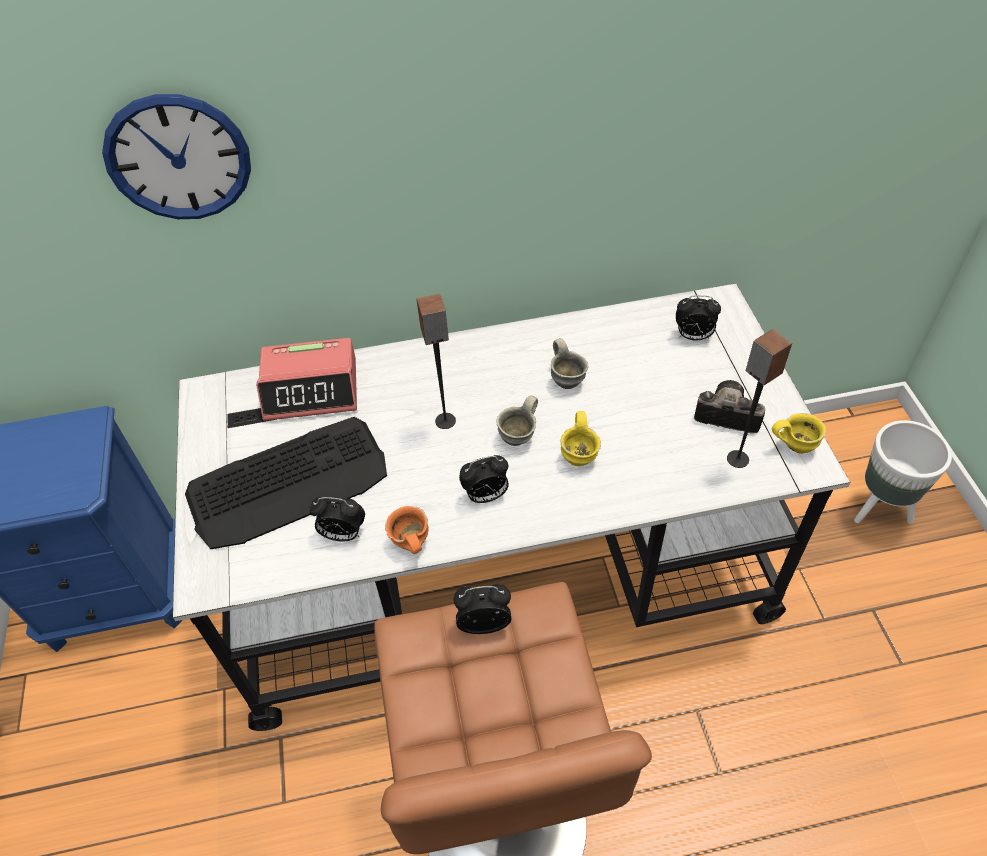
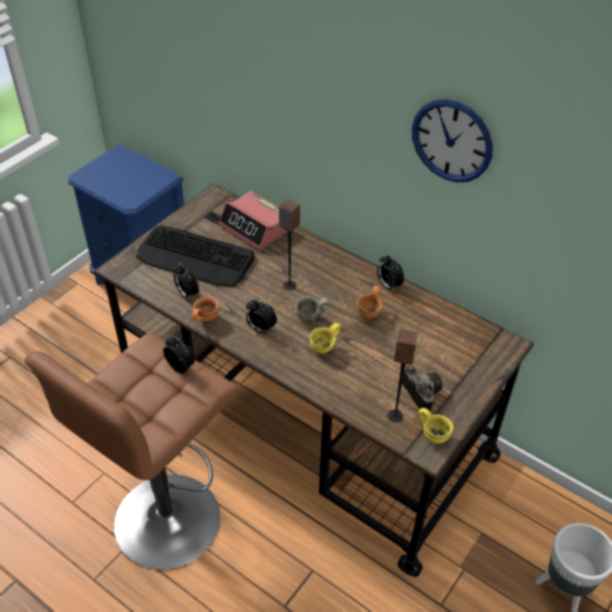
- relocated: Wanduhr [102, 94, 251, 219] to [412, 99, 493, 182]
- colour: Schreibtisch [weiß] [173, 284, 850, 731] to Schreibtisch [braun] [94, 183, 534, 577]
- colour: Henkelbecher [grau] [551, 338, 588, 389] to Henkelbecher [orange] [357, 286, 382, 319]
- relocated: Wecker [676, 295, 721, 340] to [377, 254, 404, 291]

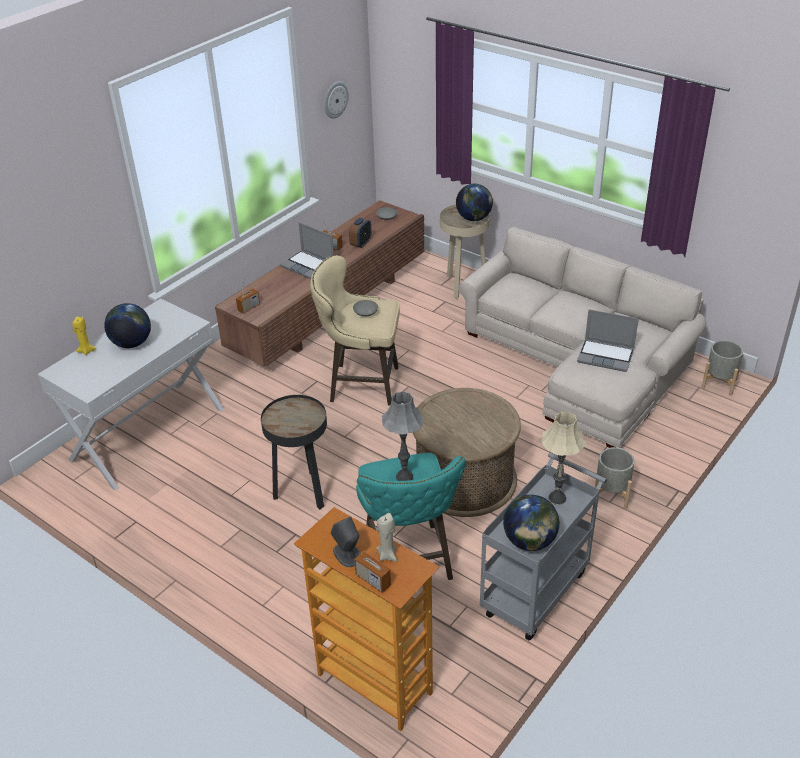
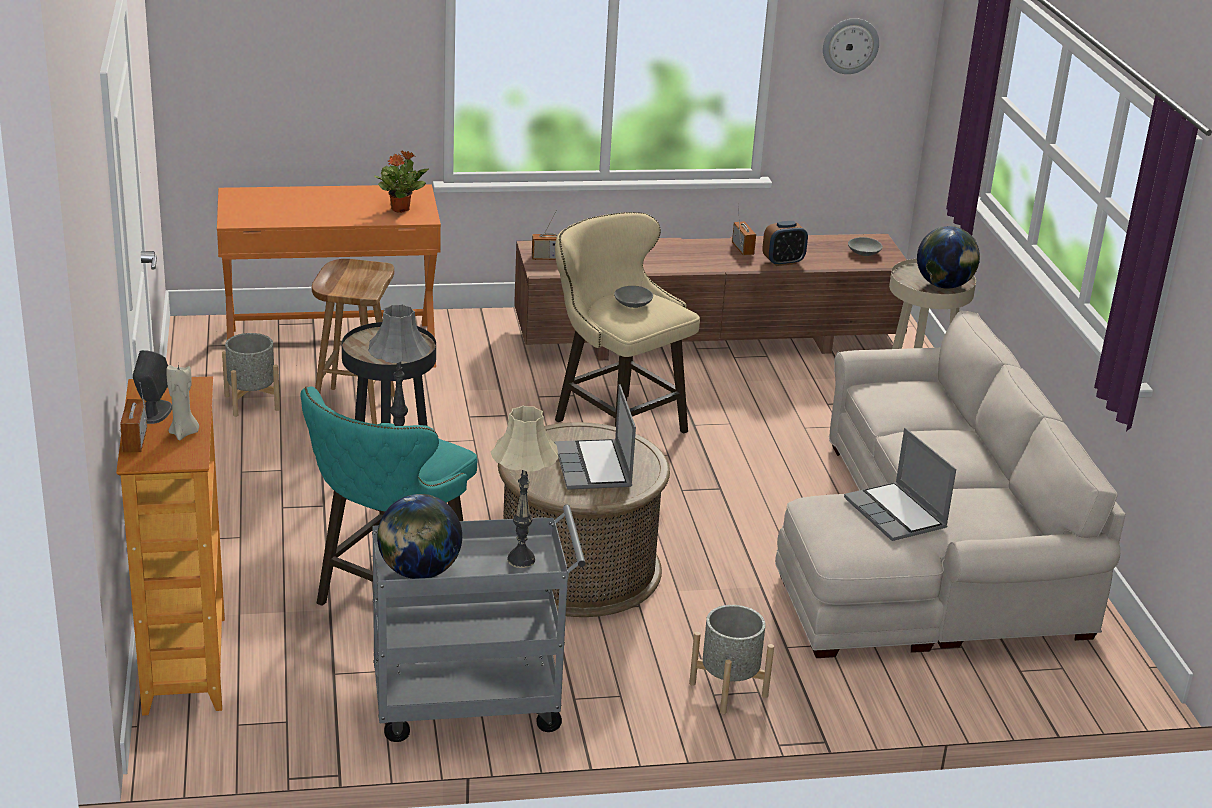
- colour: Konsolentisch [weiß] [38, 299, 224, 491] to Konsolentisch [orange] [217, 184, 441, 368]
- missing: Kerze [gelb] [72, 316, 96, 355]
- missing: Globus [104, 303, 151, 348]
- relocated: Laptop [280, 223, 334, 279] to [555, 384, 636, 490]
- relocated: Pflanzkübel [grau] [701, 340, 743, 396] to [222, 333, 280, 417]
- appeared: Hocker [braun] [312, 259, 395, 424]
- appeared: Topfpflanze [375, 151, 429, 213]

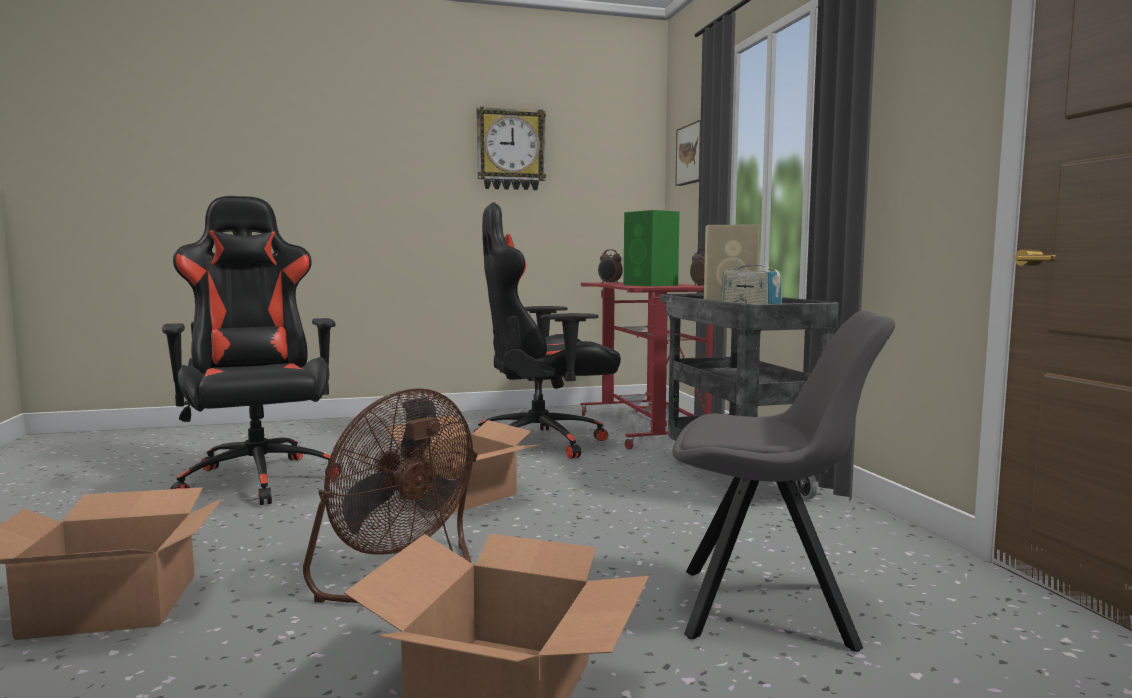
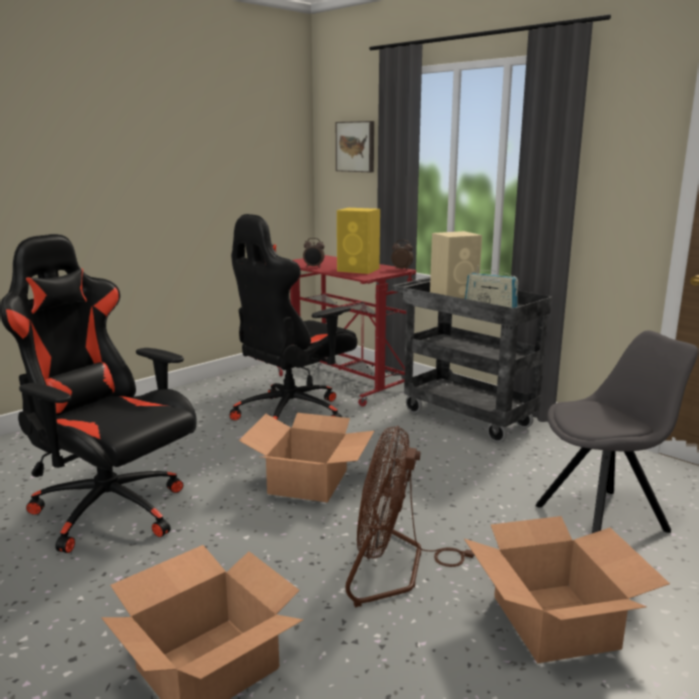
- missing: Wanduhr [476, 106, 546, 190]
- colour: Lautsprecher [grün] [624, 210, 680, 286] to Lautsprecher [gelb] [337, 208, 380, 274]

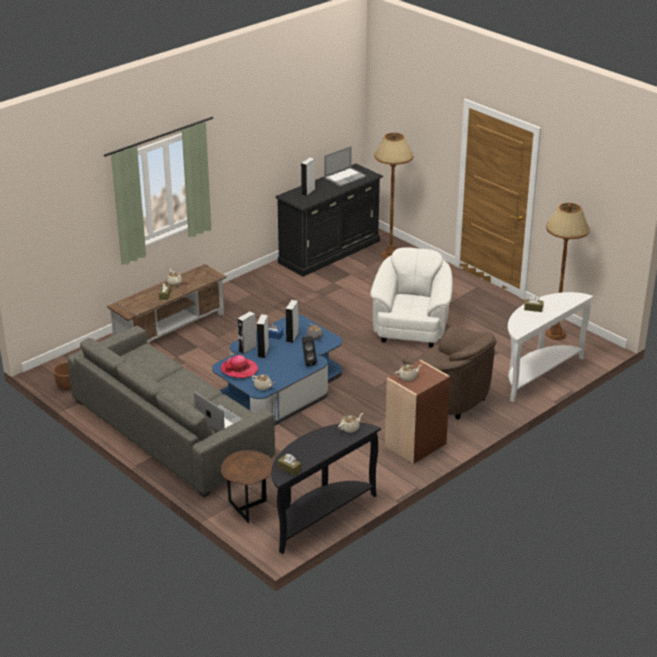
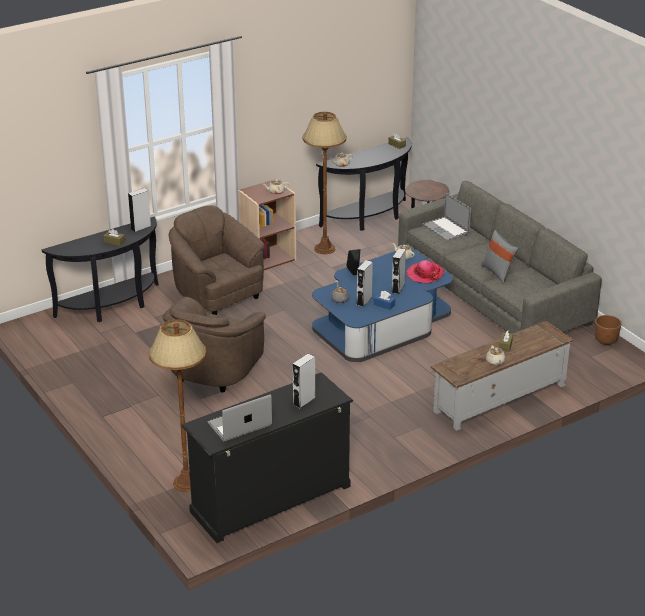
- relocated: Lautsprecher [grau] [237, 311, 257, 354] to [128, 188, 151, 232]
- colour: Sessel [weiß] [370, 247, 452, 347] to Sessel [braun] [162, 297, 266, 393]
- colour: Konsolentisch [weiß] [508, 292, 594, 402] to Konsolentisch [schwarz] [42, 217, 159, 322]
- relocated: Stehlampe [braun] [546, 203, 590, 340] to [302, 112, 347, 254]
- appeared: Kissen [grau] [481, 230, 519, 284]

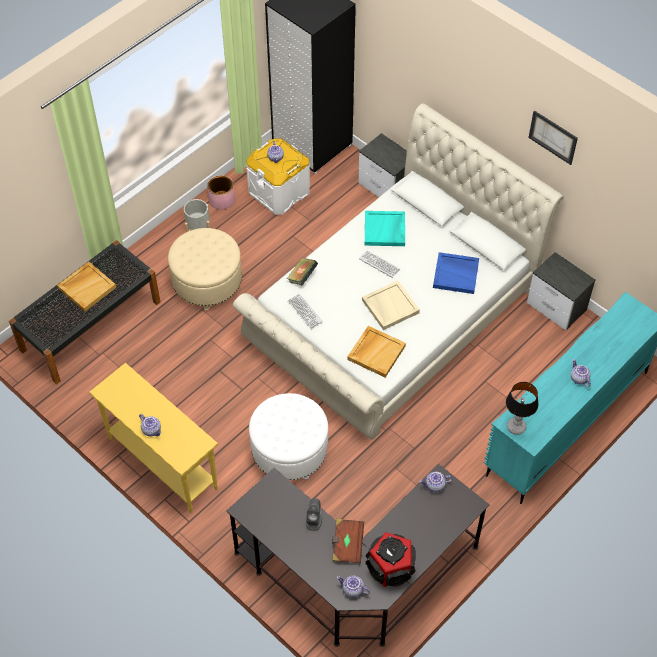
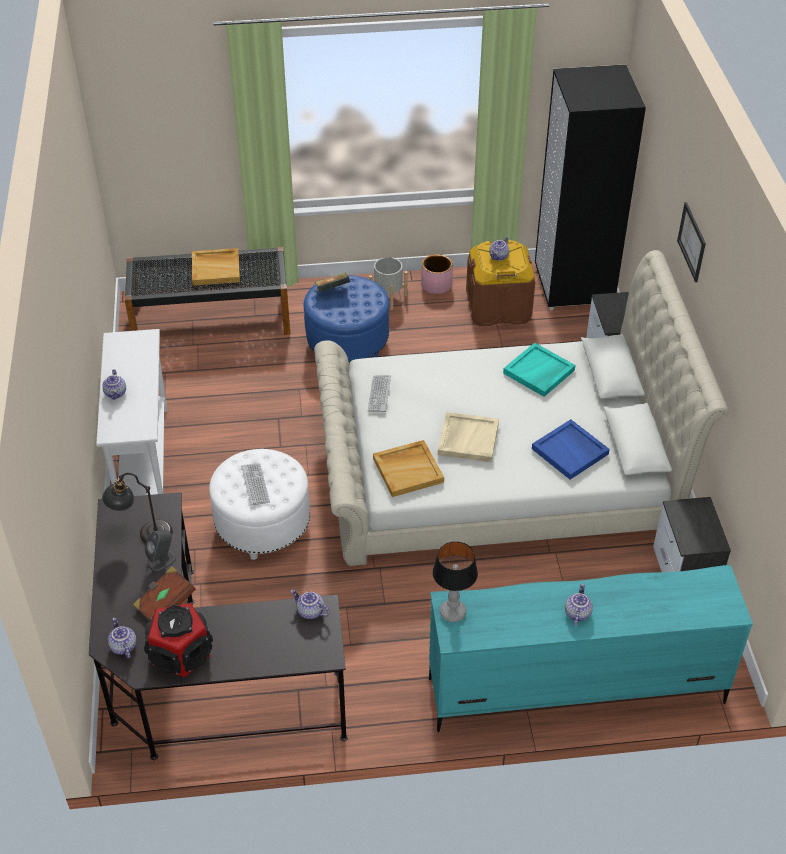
- colour: Konsolentisch [gelb] [89, 363, 218, 513] to Konsolentisch [weiß] [96, 329, 167, 496]
- colour: Polsterhocker [beige] [168, 228, 242, 310] to Polsterhocker [blau] [304, 275, 389, 362]
- colour: Aufbewahrungsbox [weiß] [247, 138, 310, 215] to Aufbewahrungsbox [braun] [466, 240, 535, 326]
- relocated: Buch [287, 258, 318, 285] to [315, 273, 350, 293]
- relocated: Tastatur [359, 251, 400, 278] to [241, 463, 270, 506]
- relocated: Bild [529, 110, 578, 165] to [677, 202, 706, 282]
- appeared: Tischlampe [grau] [102, 473, 173, 544]

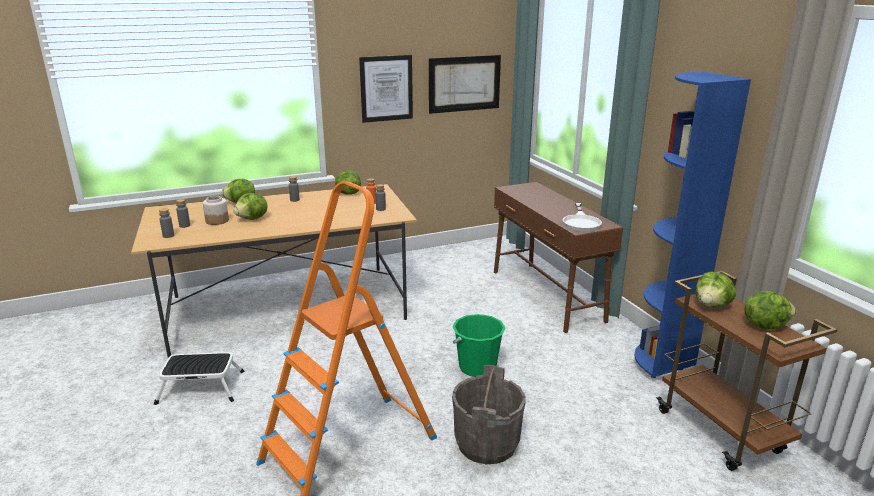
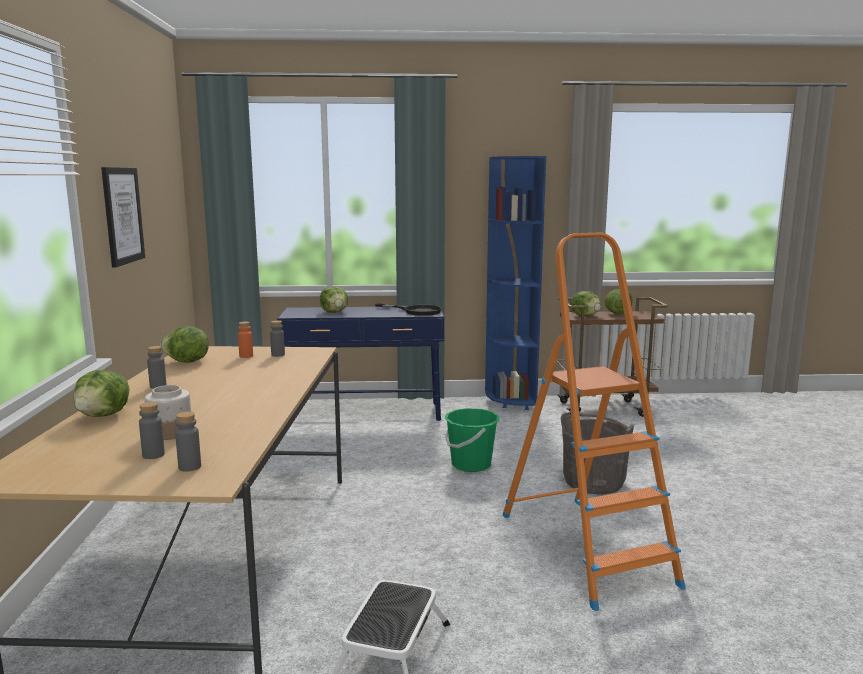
- relocated: Salatkopf [233, 193, 267, 220] to [320, 287, 348, 313]
- missing: Bild [429, 55, 501, 114]
- colour: Konsolentisch [braun] [494, 182, 623, 333] to Konsolentisch [blau] [277, 307, 444, 421]
- colour: Pfanne [weiß] [563, 203, 602, 231] to Pfanne [schwarz] [375, 303, 442, 316]

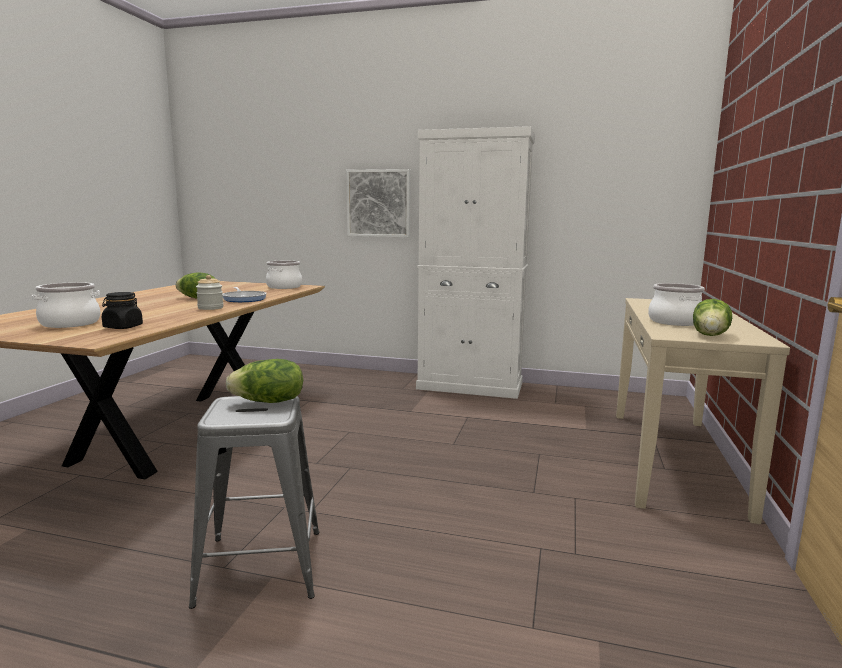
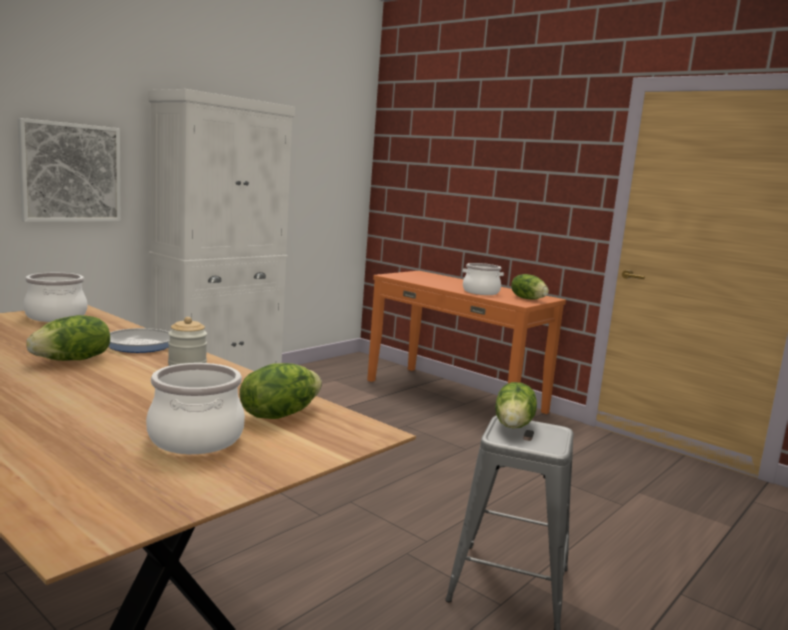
- exchanged: Vorratsglas [schwarz] [102, 292, 143, 329] to Salatkopf [240, 363, 322, 419]
- colour: Konsolentisch [beige] [616, 298, 790, 524] to Konsolentisch [orange] [367, 271, 566, 414]

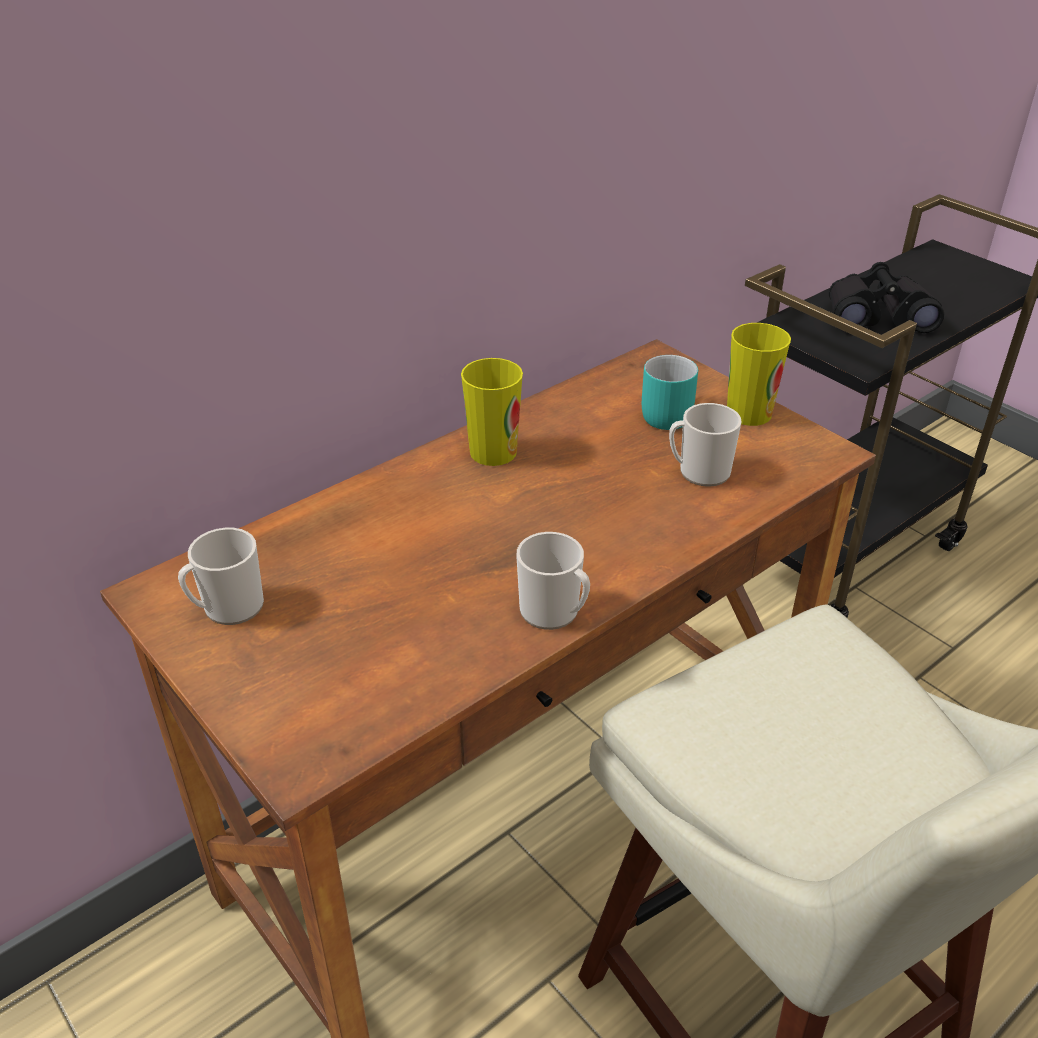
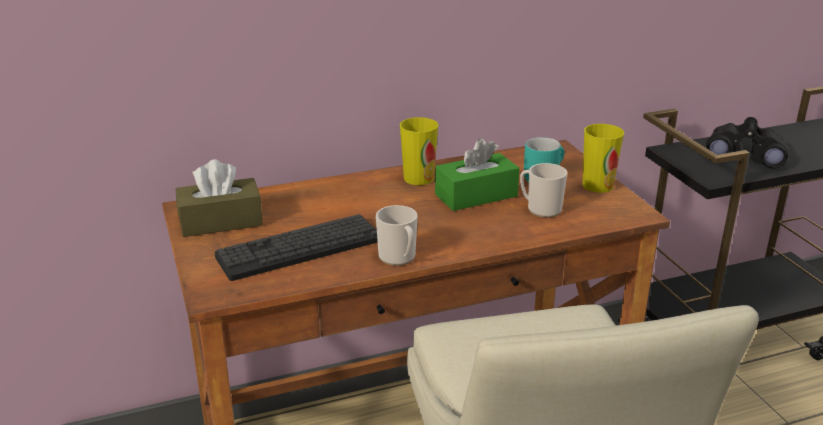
- exchanged: Henkelbecher [178, 528, 264, 625] to Taschentuchbox [braun] [176, 159, 263, 237]
- appeared: Tastatur [215, 214, 378, 281]
- appeared: Taschentuchbox [grün] [435, 138, 520, 211]

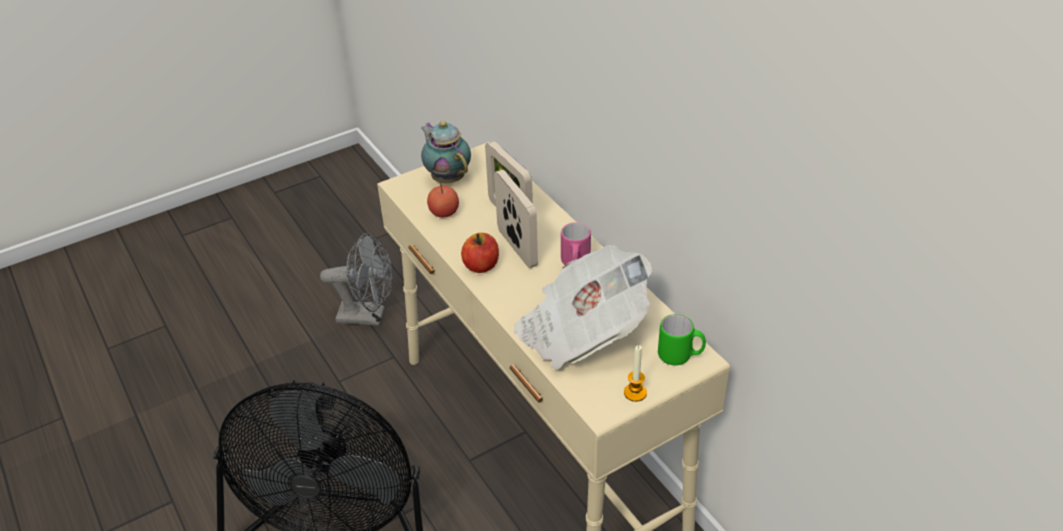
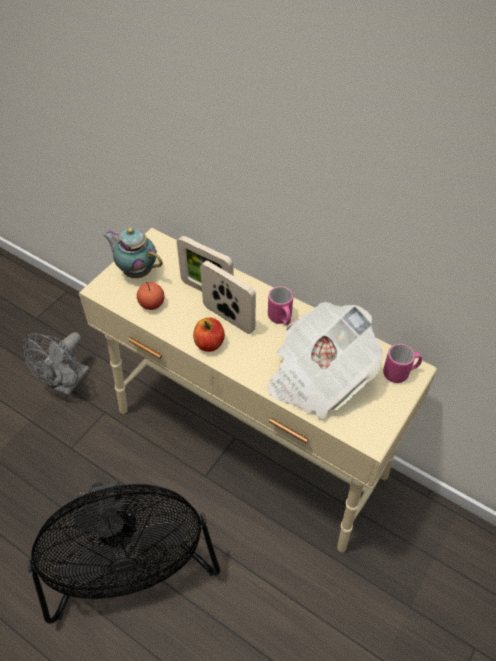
- spun: Ventilator [grau] [320, 233, 393, 326] = [23, 332, 90, 396] 135 degrees clockwise
- missing: Kerze [624, 345, 647, 402]
- colour: Henkelbecher [grün] [658, 314, 706, 365] to Henkelbecher [rosa] [383, 344, 422, 383]

